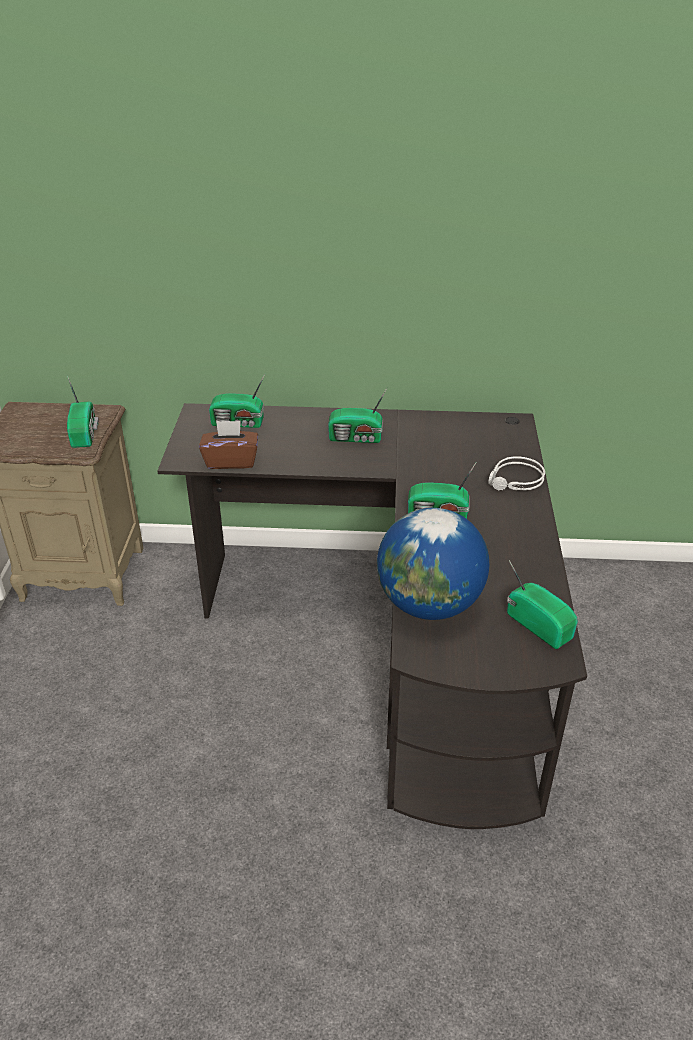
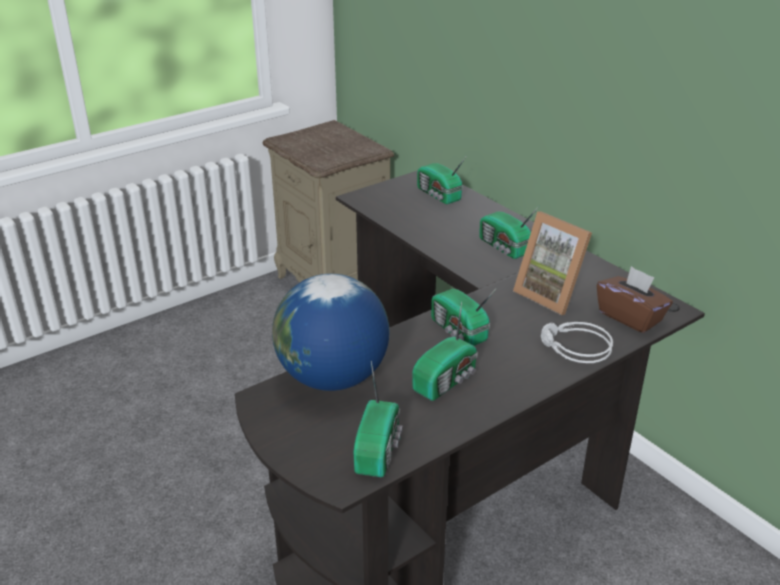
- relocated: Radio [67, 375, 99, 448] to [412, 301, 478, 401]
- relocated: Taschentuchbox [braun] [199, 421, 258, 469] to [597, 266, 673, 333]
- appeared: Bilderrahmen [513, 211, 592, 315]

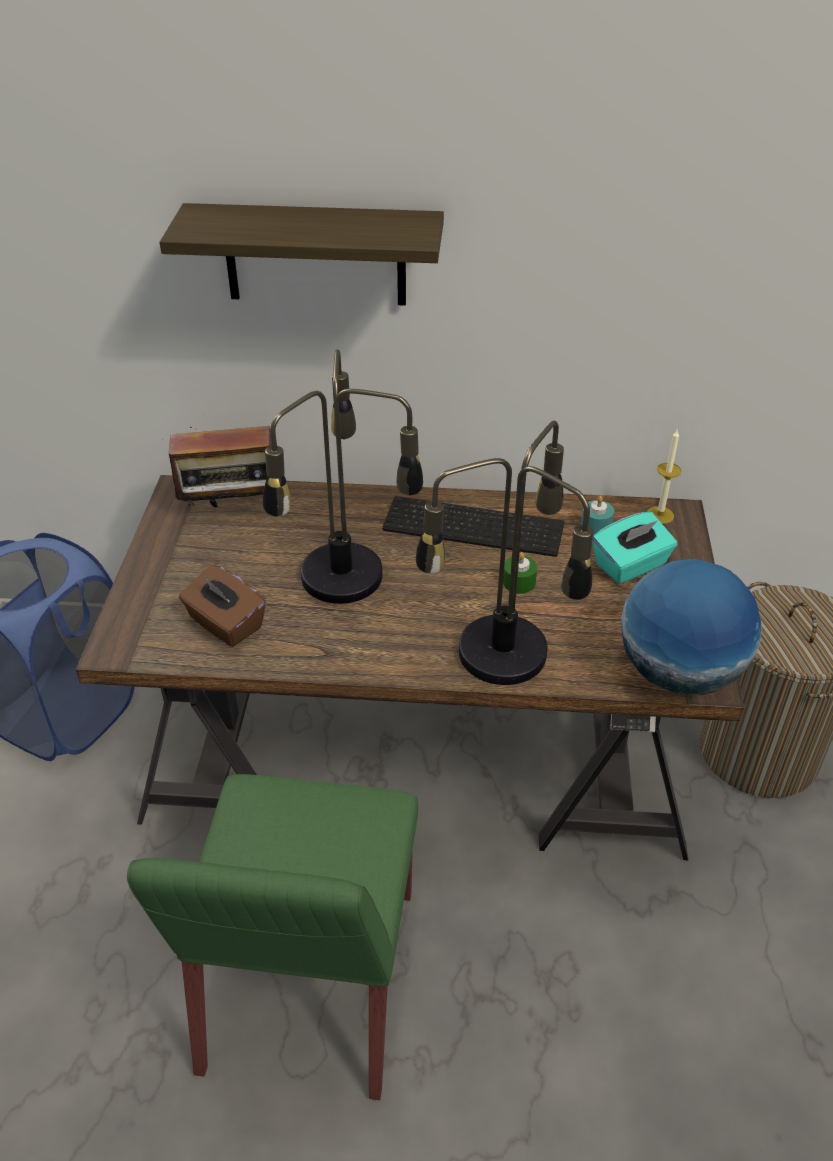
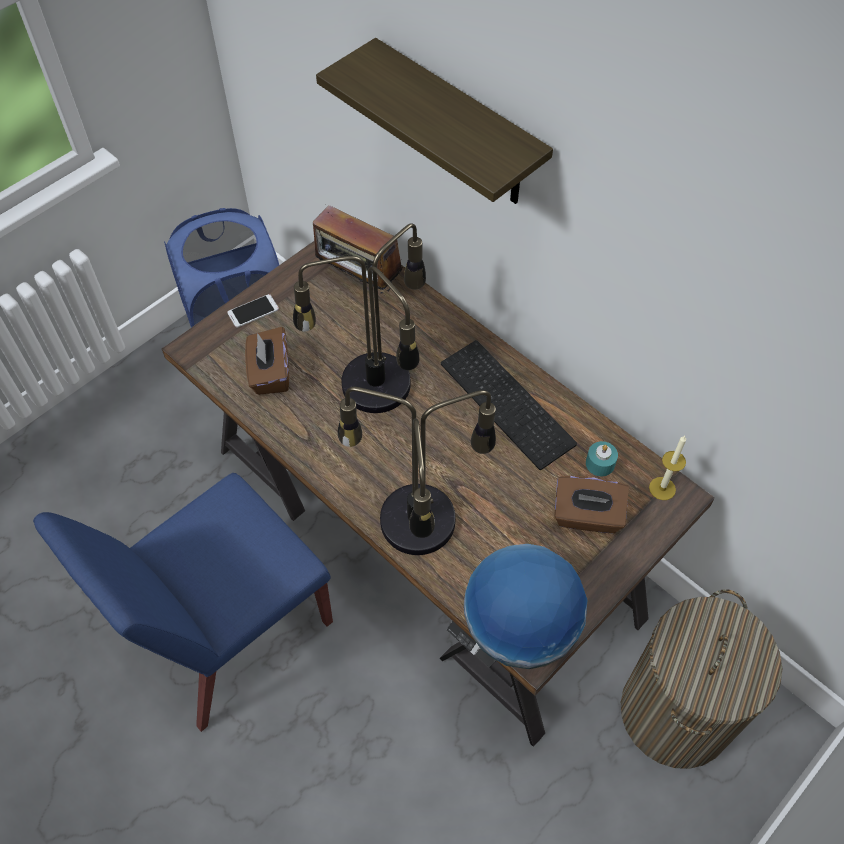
- colour: Stuhl [grün] [127, 774, 418, 1100] to Stuhl [blau] [33, 473, 333, 732]
- missing: Kerze [grün] [503, 552, 537, 594]
- colour: Taschentuchbox [türkis] [593, 512, 677, 584] to Taschentuchbox [braun] [554, 476, 629, 533]
- appeared: Handy [227, 294, 279, 328]

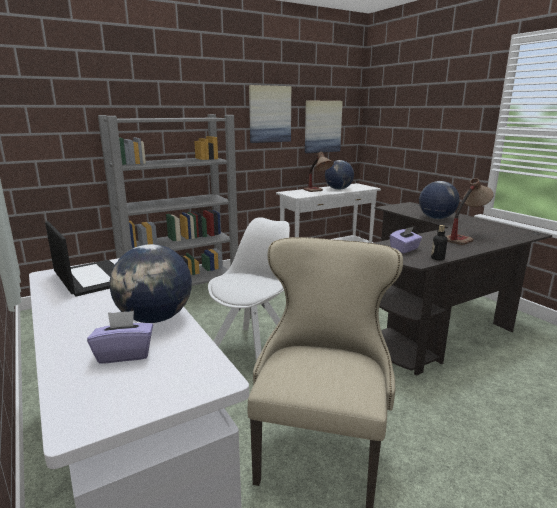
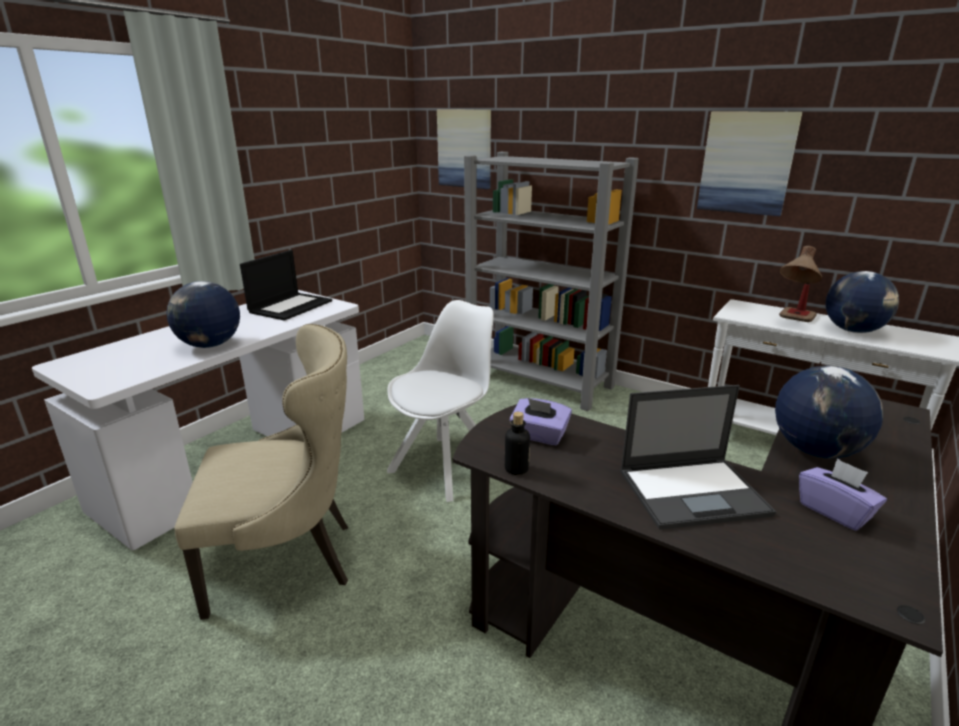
- relocated: Taschentuchbox [lila] [87, 311, 153, 364] to [799, 458, 887, 531]
- spun: Stuhl [weiß] [208, 217, 290, 361] = [387, 300, 494, 502] 60 degrees counterclockwise
- relocated: Bild [305, 100, 343, 153] to [437, 110, 491, 189]
- exchanged: Tischlampe [446, 178, 494, 245] to Laptop [620, 385, 776, 530]

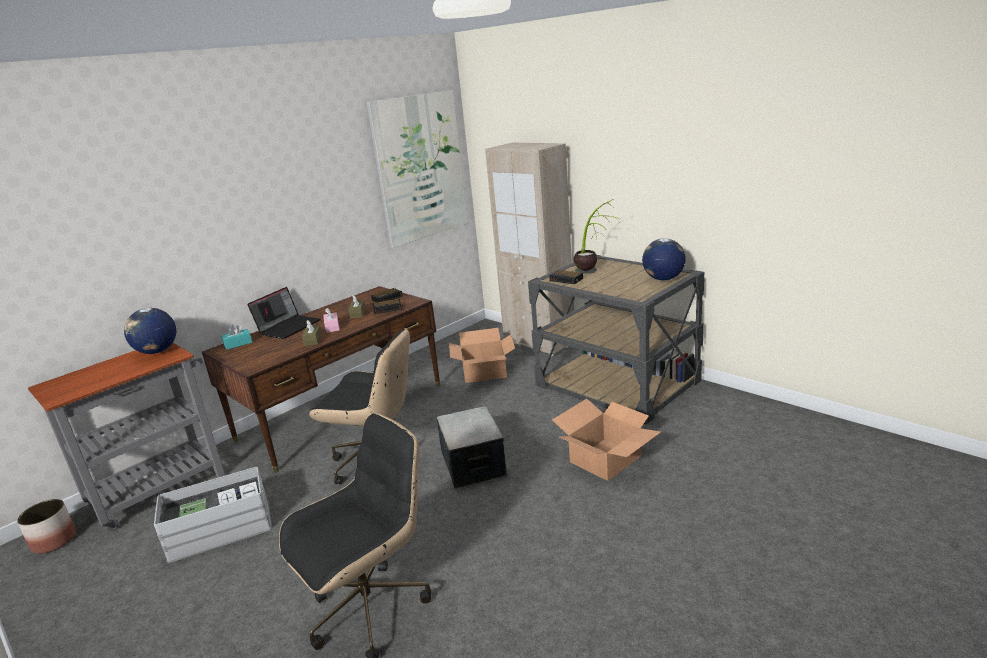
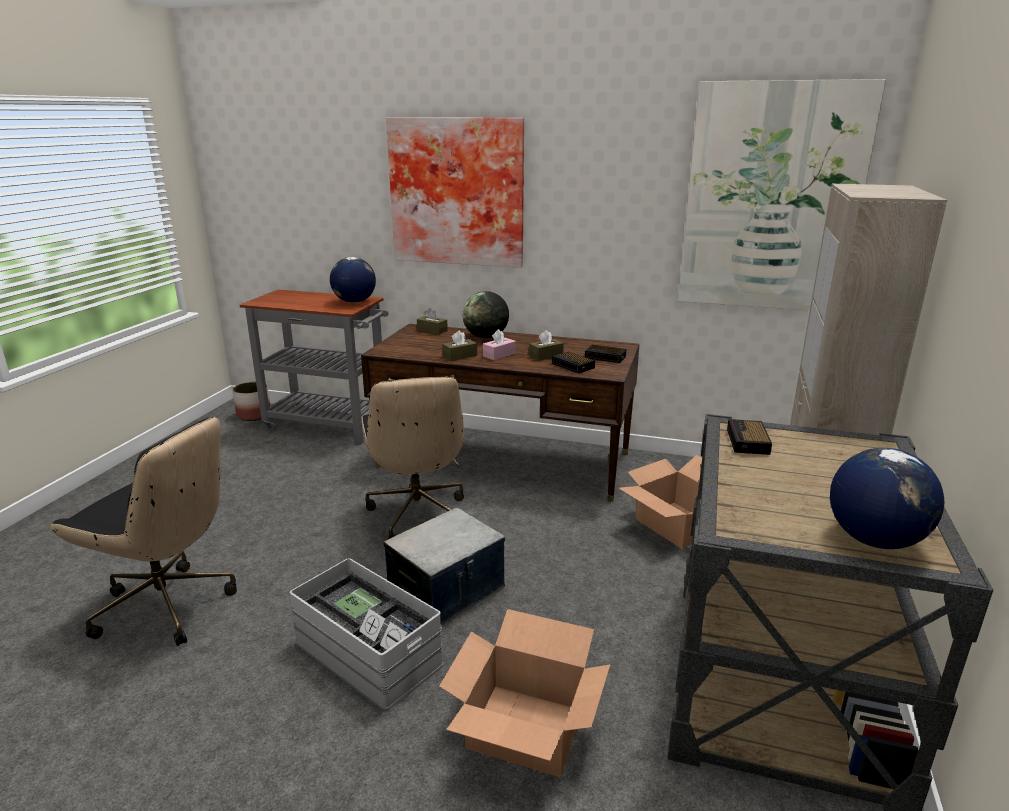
- relocated: Aufbewahrungsbox [grau] [154, 467, 272, 563] to [290, 558, 444, 711]
- colour: Taschentuchbox [türkis] [222, 325, 252, 350] to Taschentuchbox [braun] [417, 308, 448, 335]
- exchanged: Laptop [247, 287, 320, 339] to Globus [462, 291, 509, 338]
- missing: Topfpflanze [574, 199, 620, 274]
- appeared: Bild [386, 117, 524, 268]

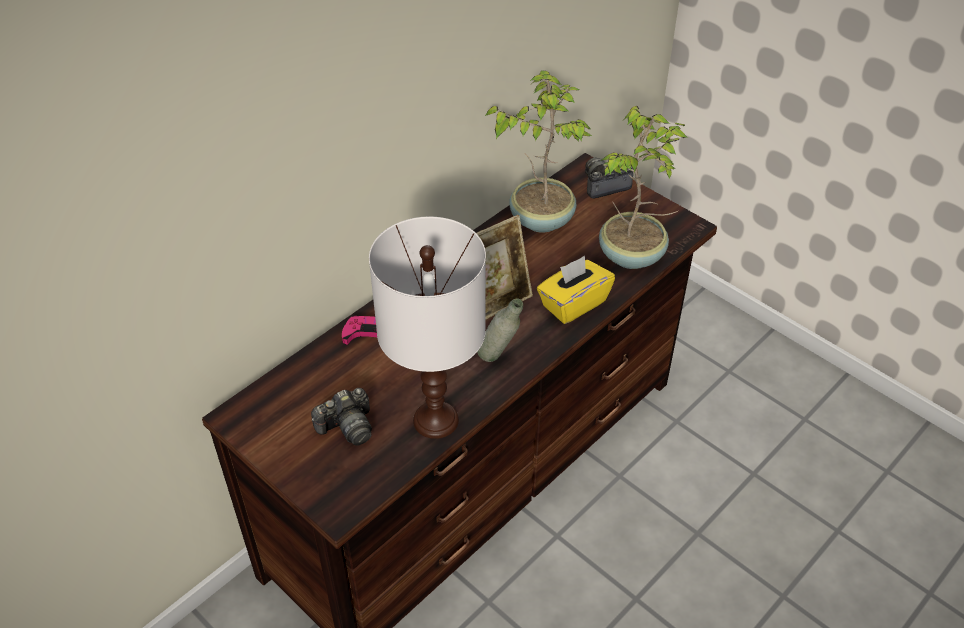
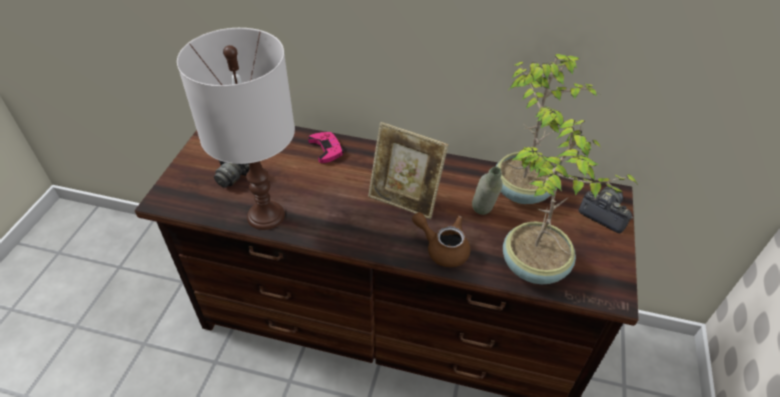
- relocated: Flasche [grau] [477, 298, 523, 362] to [472, 167, 503, 215]
- exchanged: Taschentuchbox [gelb] [537, 256, 615, 324] to Teekanne [braun] [412, 212, 470, 267]

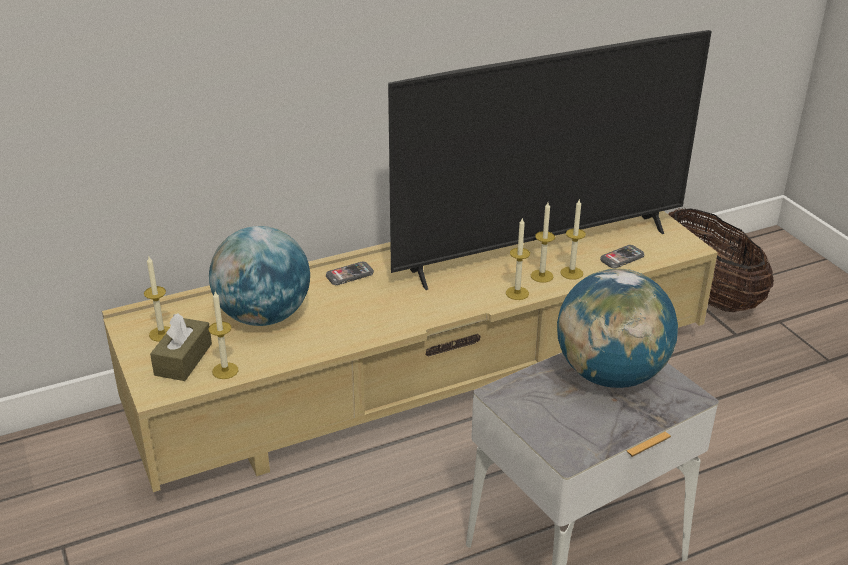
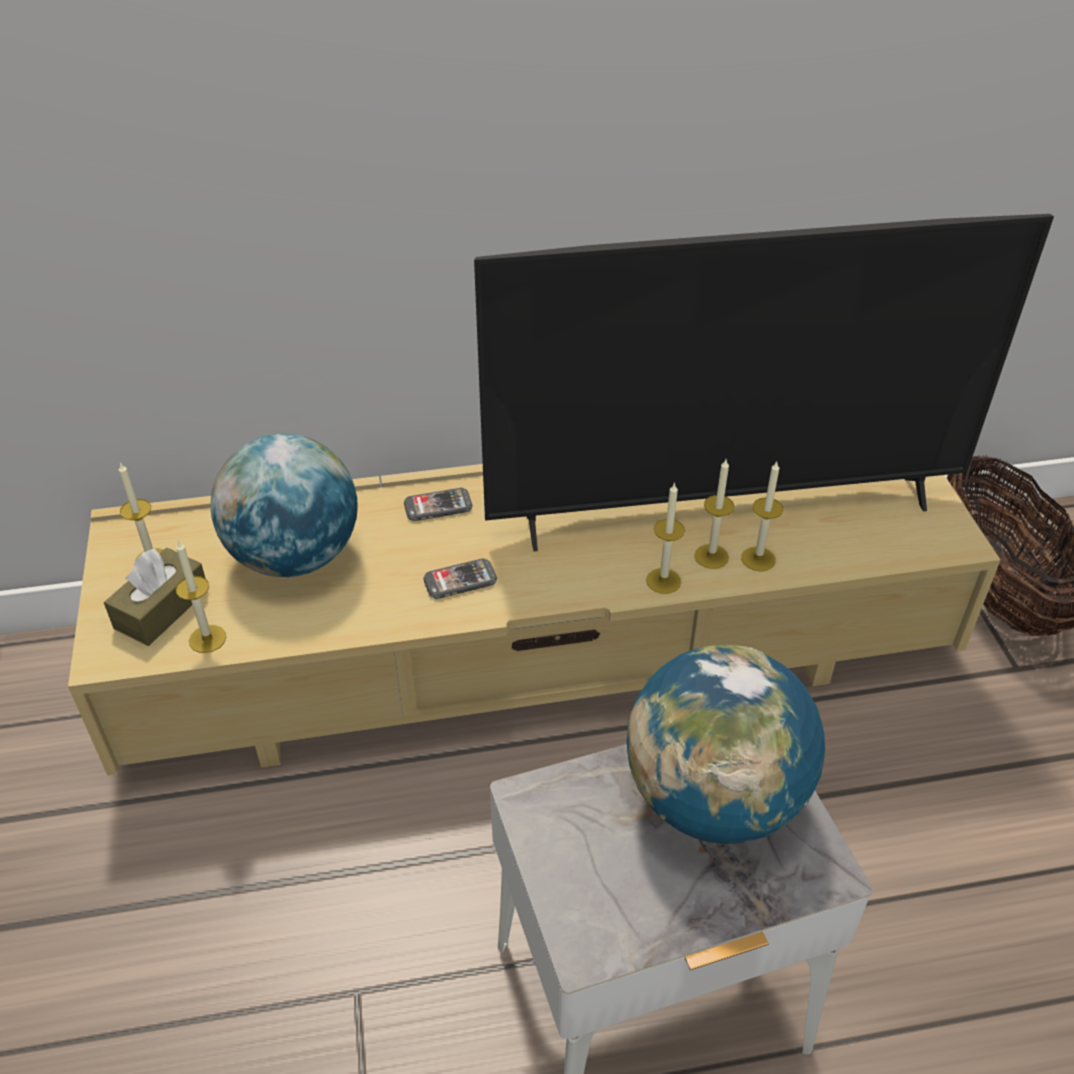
- relocated: Handy [600, 245, 644, 269] to [423, 558, 497, 599]

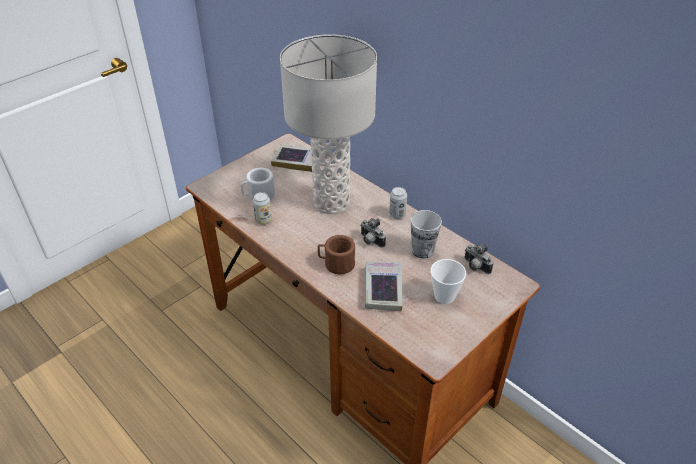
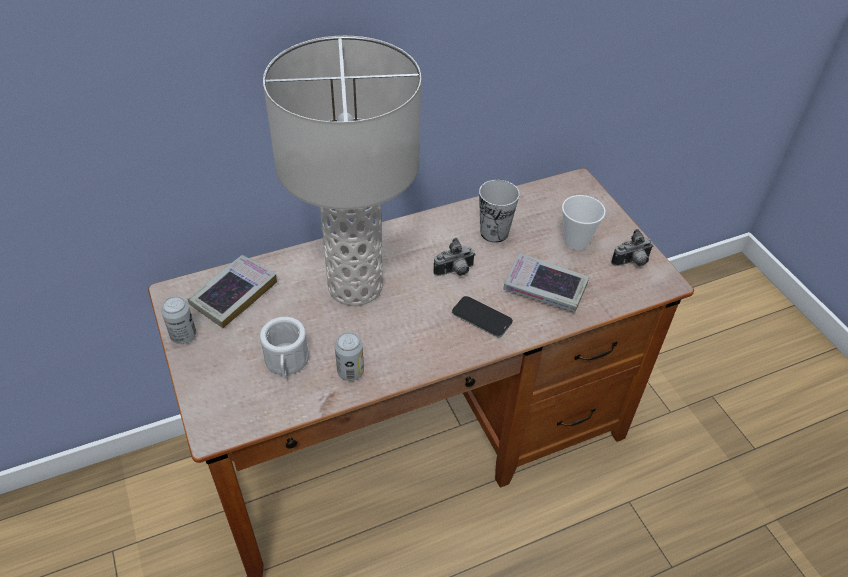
- exchanged: Henkelbecher [braun] [318, 235, 355, 274] to Handy [452, 296, 513, 337]
- relocated: Dose [389, 187, 407, 219] to [161, 296, 196, 344]
- relocated: Kamera [464, 244, 493, 274] to [611, 229, 654, 266]

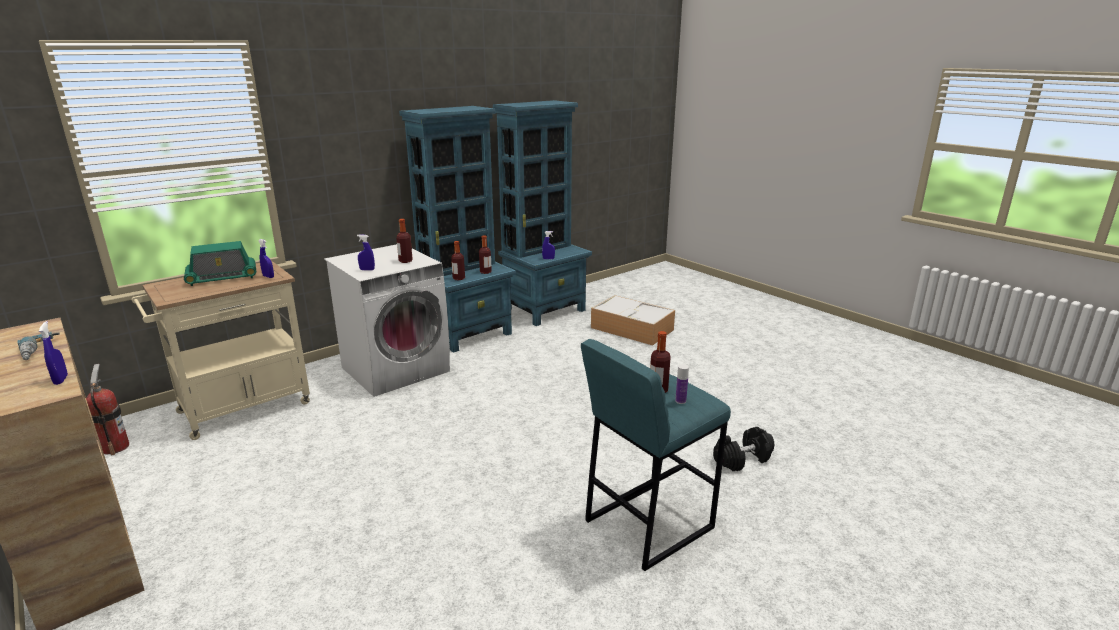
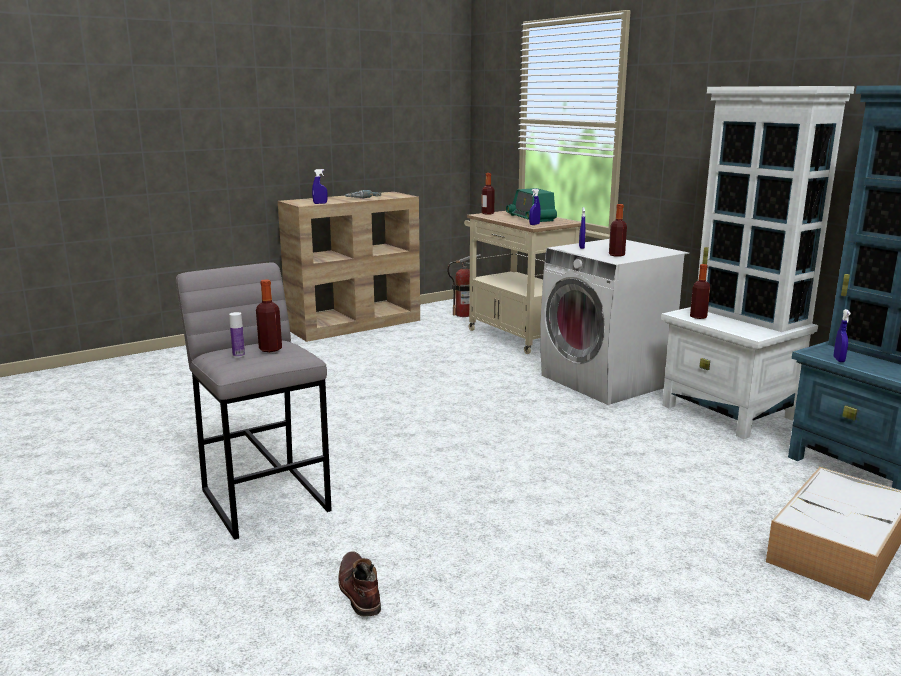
- colour: Schrank [blau] [399, 106, 516, 353] to Schrank [weiß] [661, 86, 855, 439]
- relocated: Flasche [479, 235, 492, 274] to [481, 173, 495, 215]
- colour: Hocker [türkis] [581, 339, 731, 571] to Hocker [grau] [176, 262, 332, 540]
- exchanged: Hantel [schwarz] [713, 427, 775, 471] to Stiefel [braun] [338, 551, 381, 617]

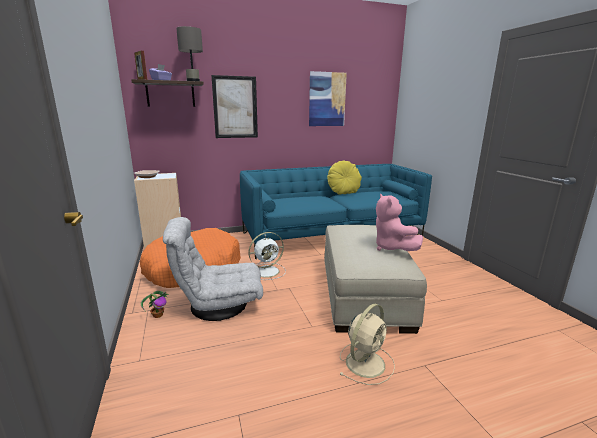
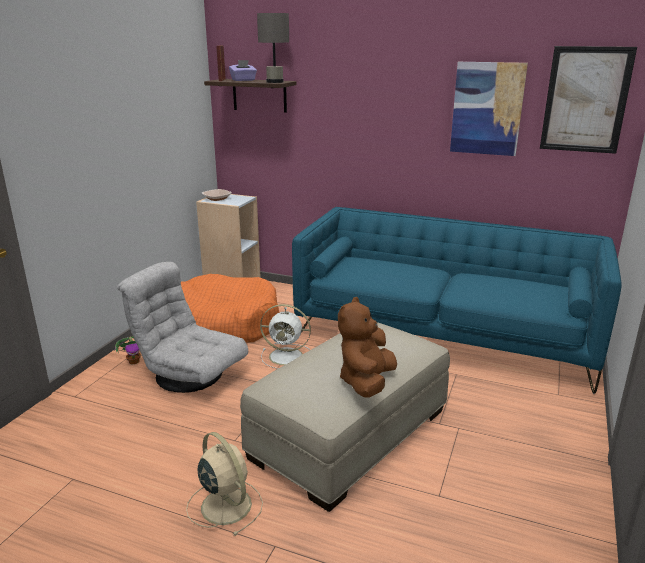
- relocated: Bild [211, 75, 258, 138] to [540, 46, 637, 154]
- missing: Kissen [gelb] [327, 161, 362, 195]
- spun: Ventilator [beige] [339, 304, 395, 385] = [186, 432, 263, 536] 120 degrees counterclockwise
- colour: Plüschtier [rosa] [376, 194, 423, 251] to Plüschtier [braun] [338, 297, 397, 398]

